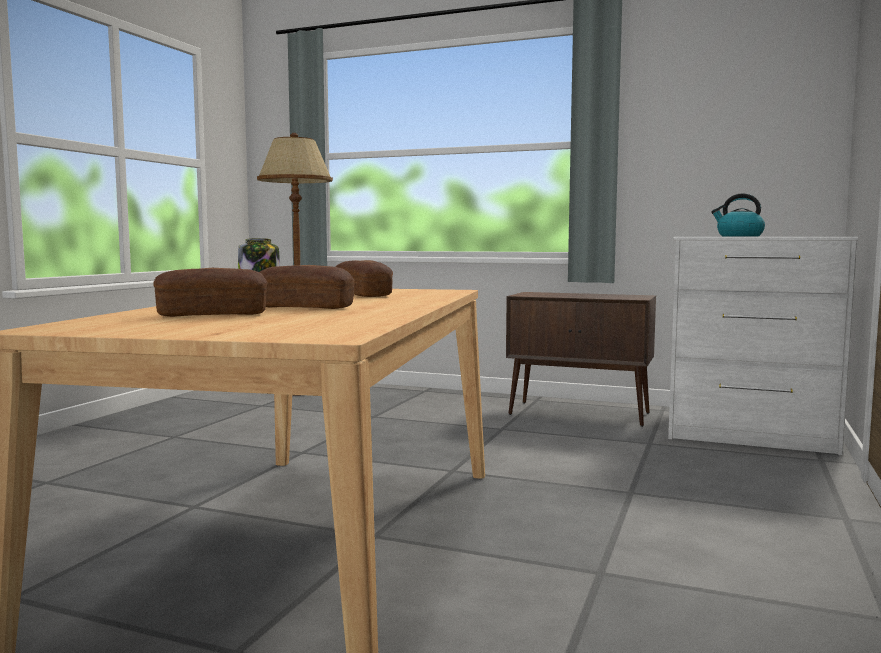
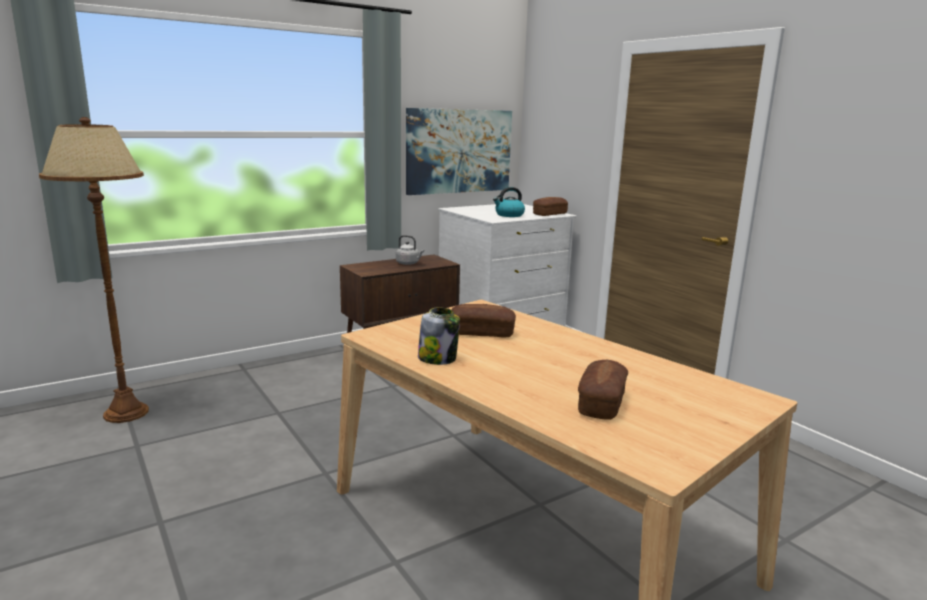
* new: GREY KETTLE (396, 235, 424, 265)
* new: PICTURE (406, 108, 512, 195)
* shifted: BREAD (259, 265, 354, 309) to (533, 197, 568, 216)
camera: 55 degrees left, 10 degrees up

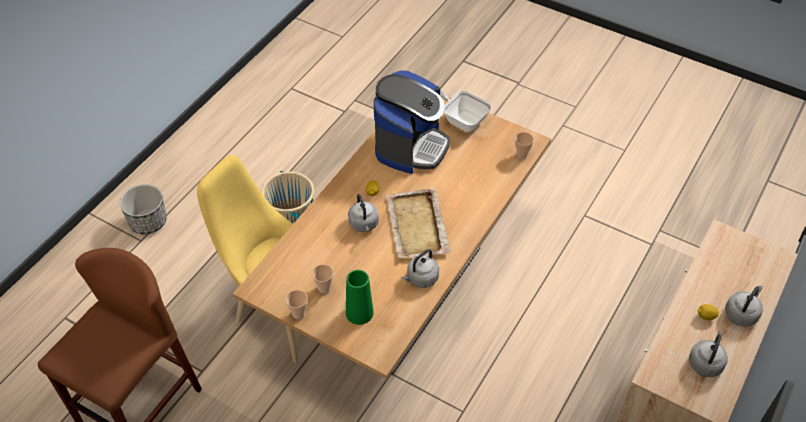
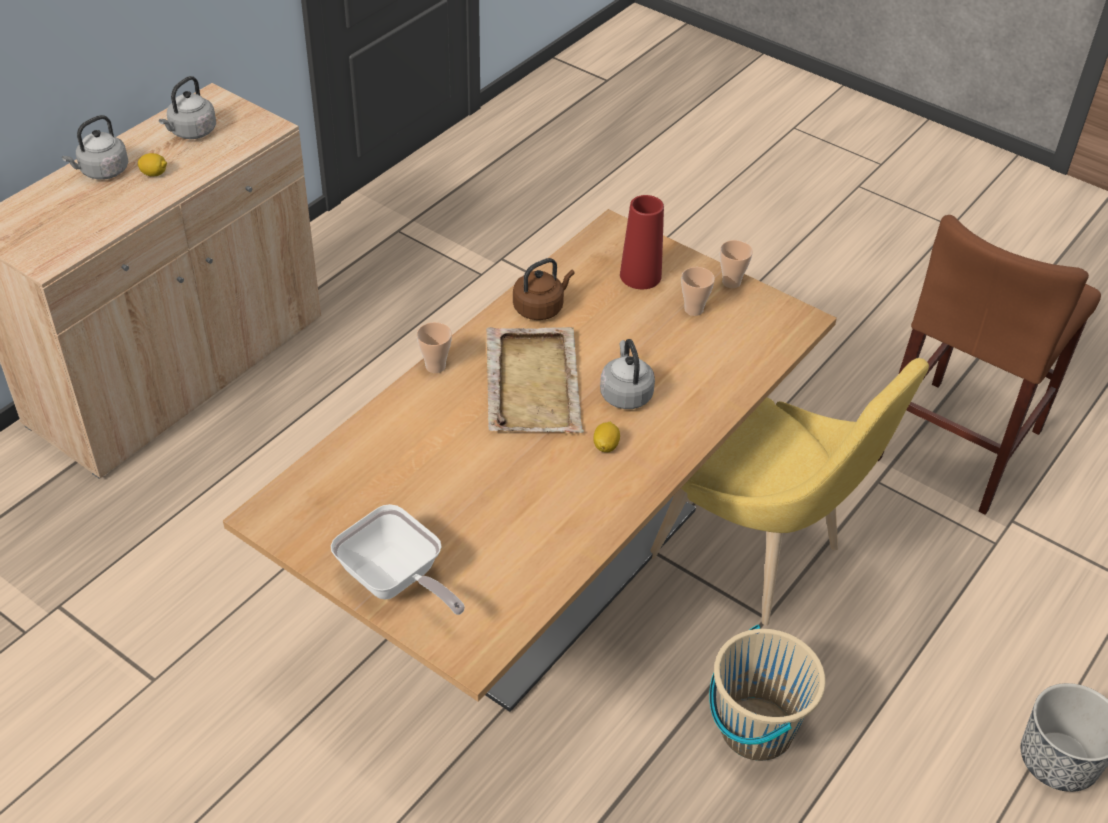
* shifted: CUP (515, 132, 534, 159) to (417, 322, 452, 373)
* repainted: GREY KETTLE (402, 249, 439, 288) to BROWN KETTLE (513, 258, 575, 320)
* repainted: GREEN VASE (346, 270, 374, 325) to RED VASE (620, 195, 664, 289)
* gone: COFFEE MACHINE (373, 70, 450, 174)
camera: 175 degrees left, 5 degrees down

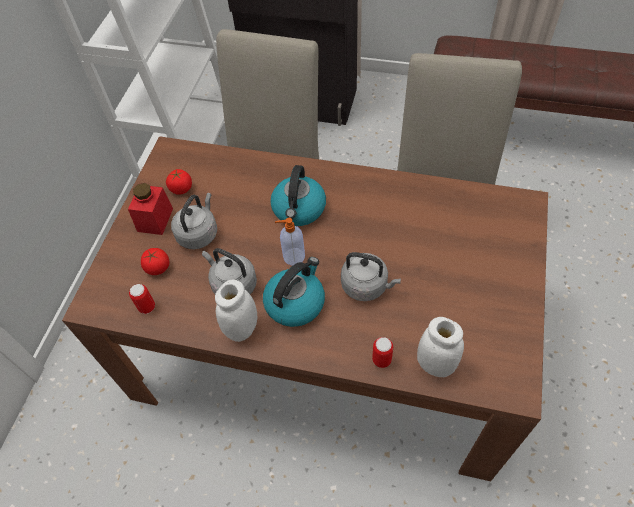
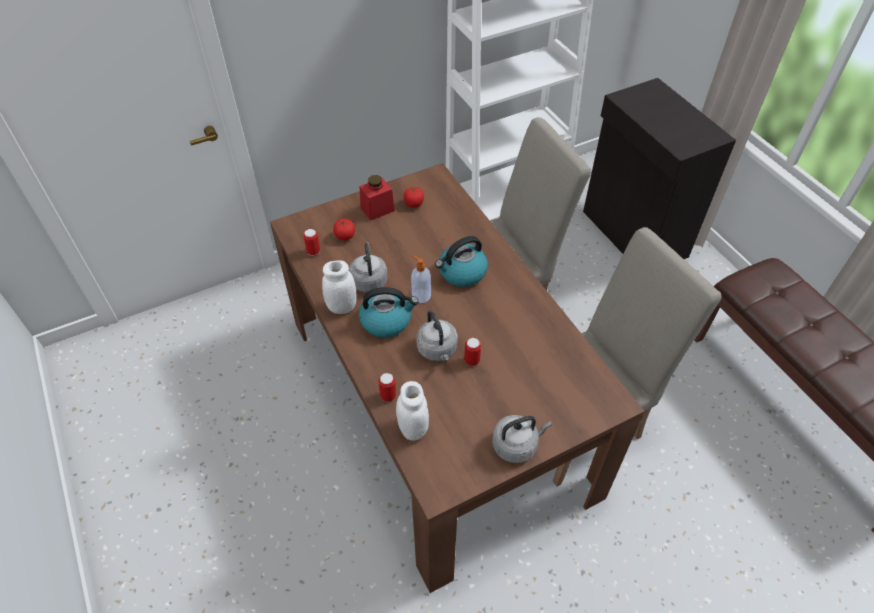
* new: CAN (464, 338, 481, 366)
* shifted: GREY KETTLE (171, 193, 217, 249) to (492, 415, 552, 463)
camera: 45 degrees right, 5 degrees down

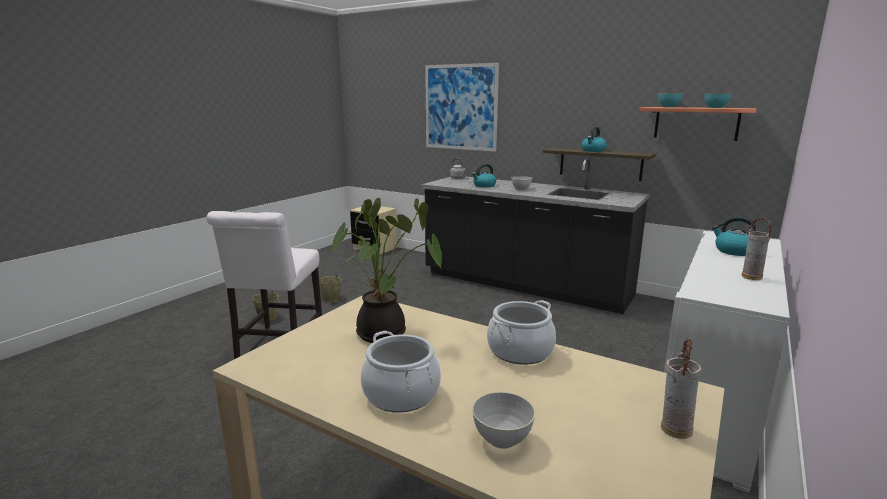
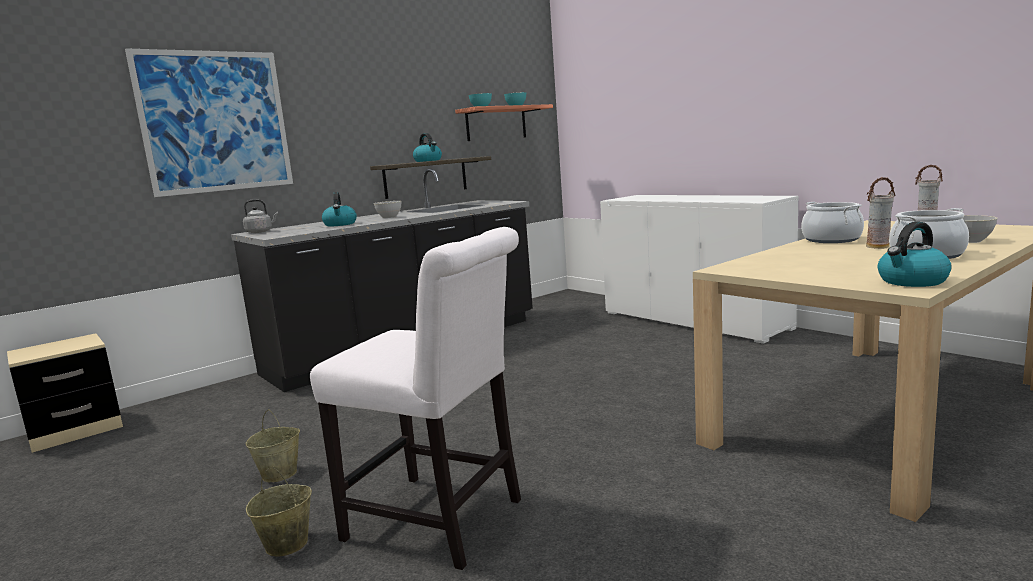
* shifted: VASE (741, 218, 772, 280) to (866, 177, 896, 249)
* shifted: KETTLE (712, 217, 757, 256) to (878, 222, 952, 287)
* gone: POTTED PLANT (331, 198, 442, 343)
camera: 70 degrees left, 5 degrees down

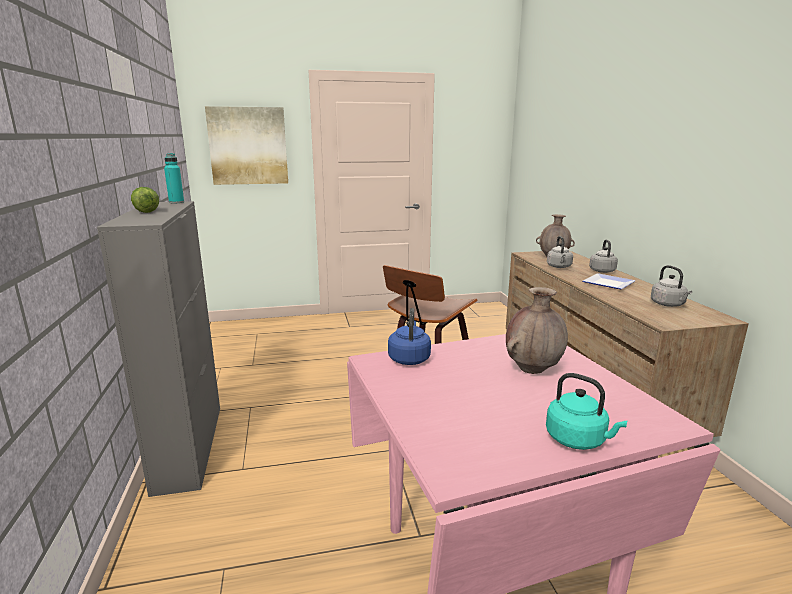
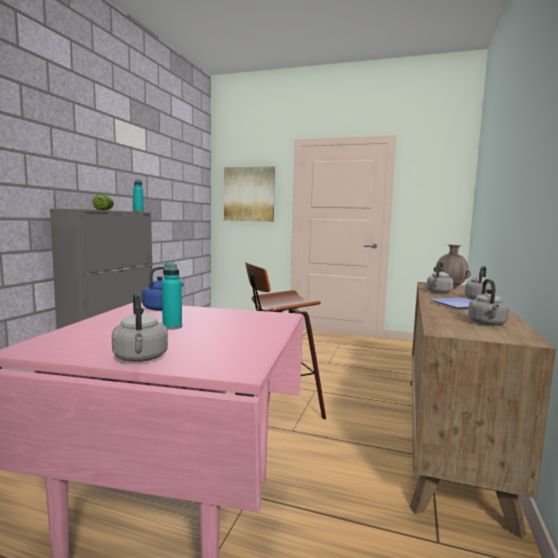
* repainted: TURQUOISE KETTLE (546, 373, 627, 450) to GREY KETTLE (112, 292, 168, 362)
* new: TURQUOISE BOTTLE (162, 263, 182, 330)
* gone: BROWN VASE (506, 287, 568, 374)
camera: 30 degrees right, 10 degrees down

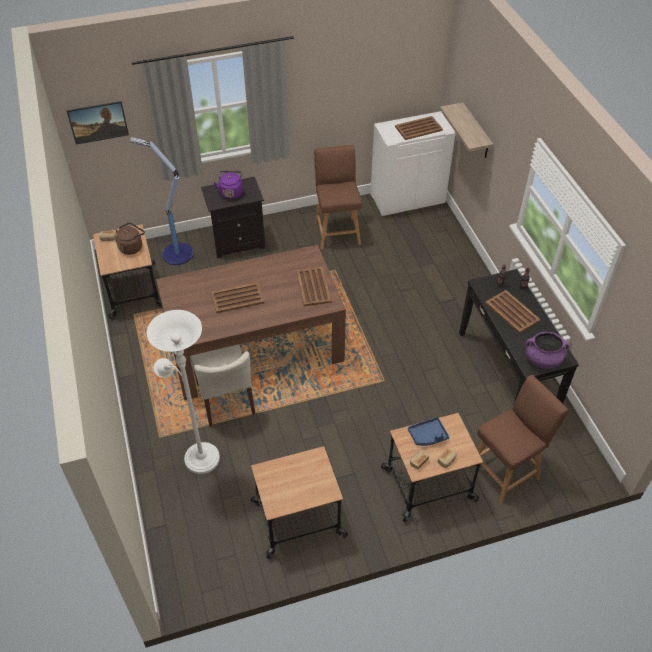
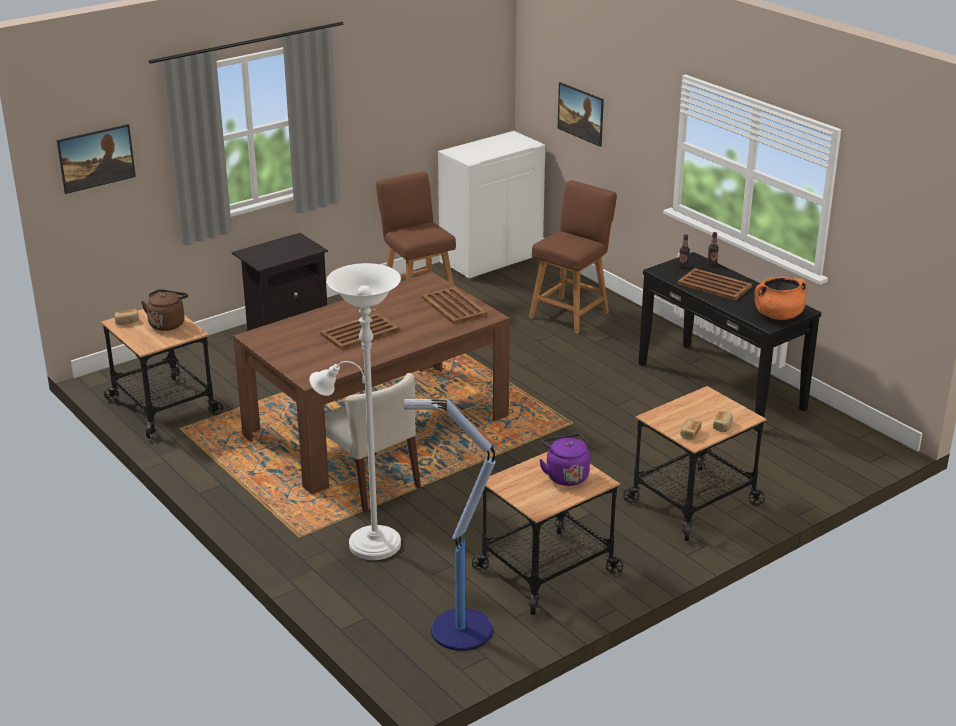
* shifted: FLOOR LAMP (130, 137, 194, 265) to (404, 398, 495, 651)
* shifted: BROWN STOOL (469, 375, 568, 504) to (529, 180, 617, 334)
* shifted: PURPLE KETTLE (213, 171, 243, 199) to (539, 434, 590, 486)
* swapped: SHELF (440, 102, 493, 158) to PICTURE (558, 82, 604, 147)
* repainted: PURPLE COOKING POT (525, 332, 569, 369) to ORANGE COOKING POT (755, 277, 807, 320)
* gone: BROWN TRAY (395, 116, 443, 140)
* gone: BLUE TRAY (408, 417, 449, 446)
camera: 20 degrees left, 20 degrees down

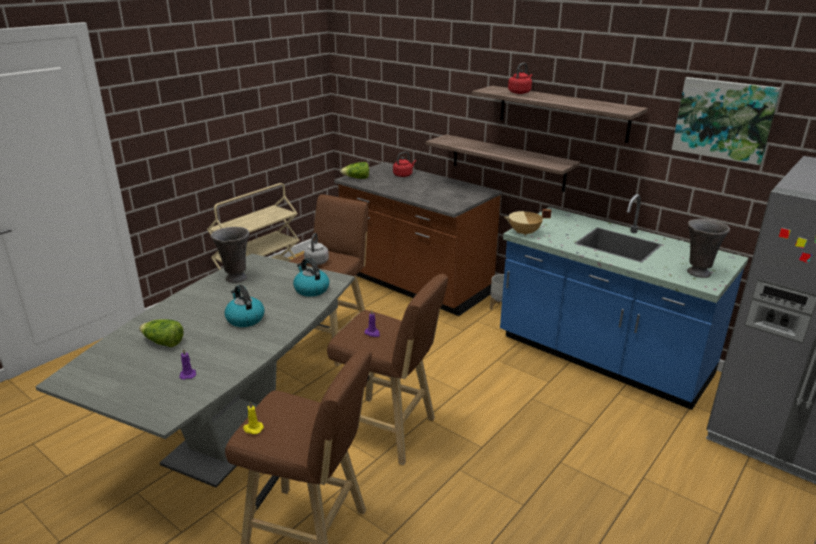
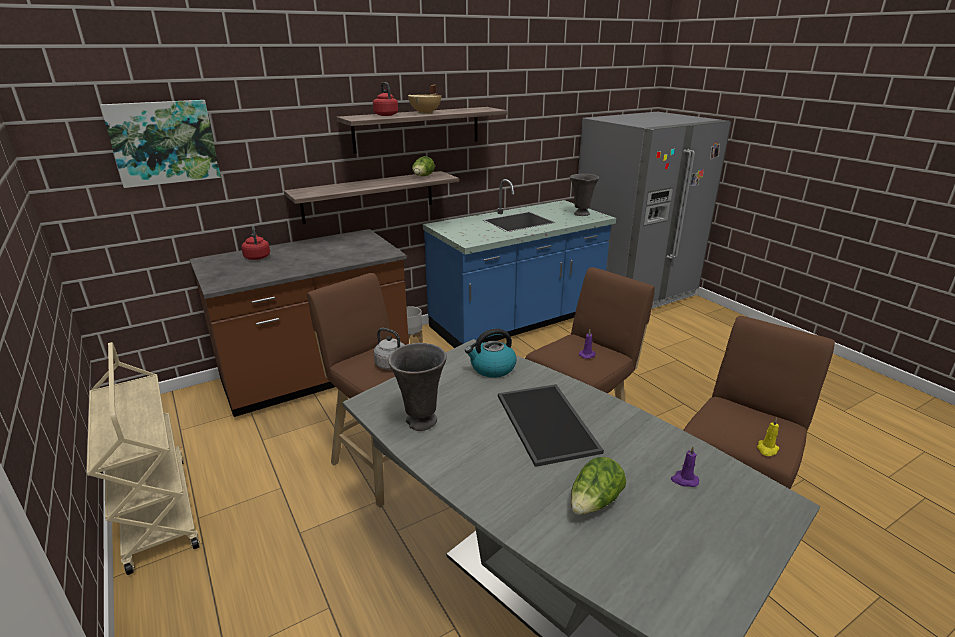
* shifted: PICTURE (672, 77, 781, 165) to (100, 100, 221, 188)
* shifted: BEIGE COOKING POT (505, 209, 551, 236) to (408, 85, 441, 114)
* shifted: LETTUCE (340, 162, 369, 179) to (412, 156, 435, 176)
* swapped: KETTLE (224, 285, 264, 327) to TRAY (498, 384, 604, 467)
camera: 70 degrees left, 0 degrees up

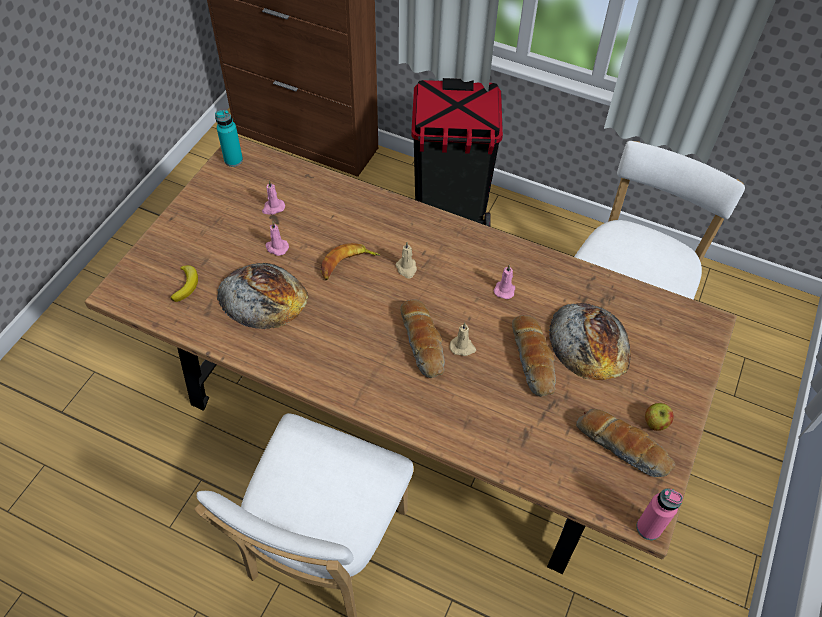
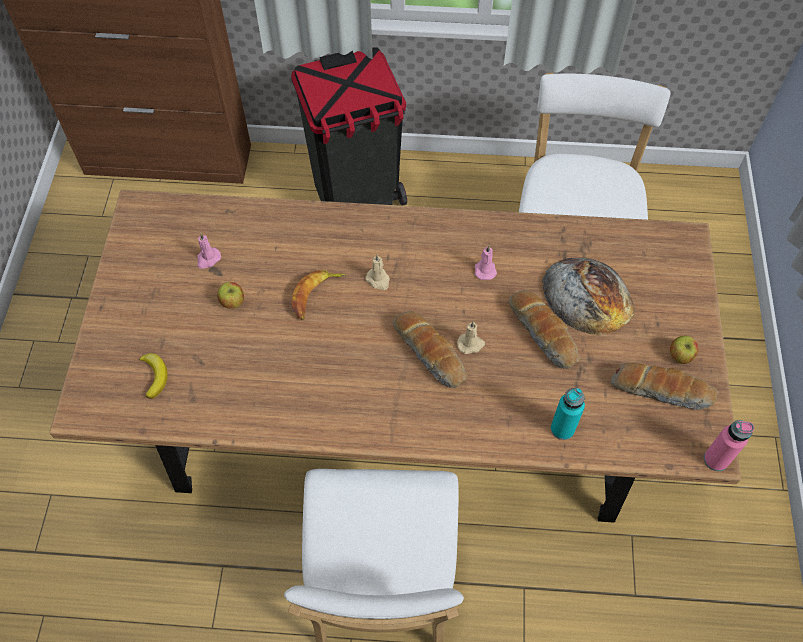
* swapped: PINK CANDLE (265, 222, 289, 256) to APPLE (217, 282, 244, 309)
* shifted: TURQUOISE BOTTLE (215, 110, 243, 167) to (551, 388, 585, 440)
* gone: BREAD (217, 263, 309, 329)
camera: 20 degrees left, 5 degrees up

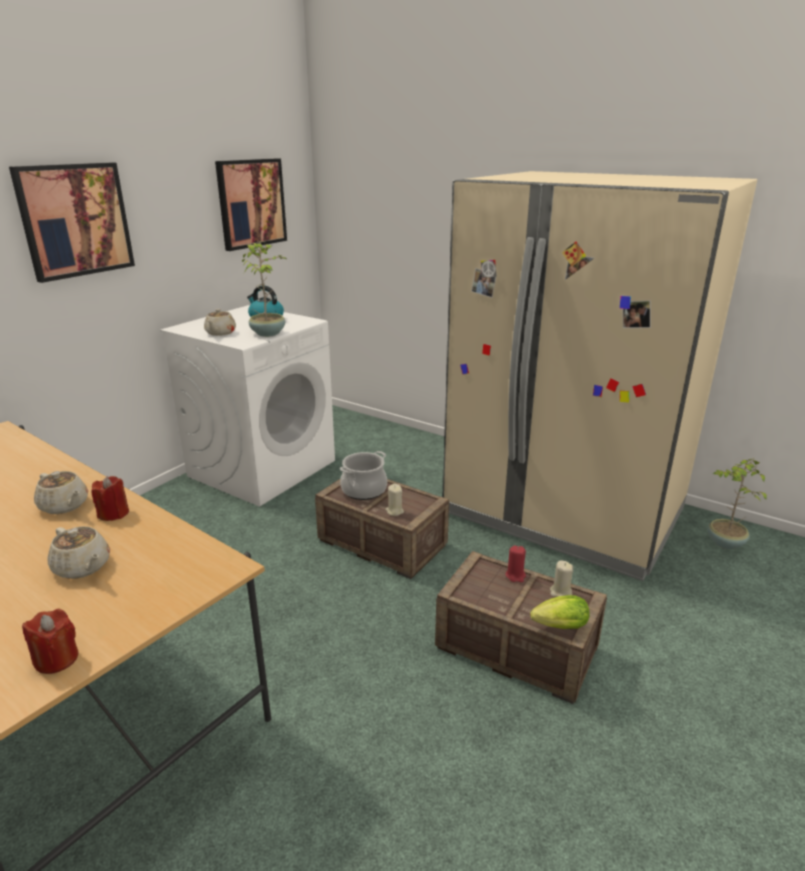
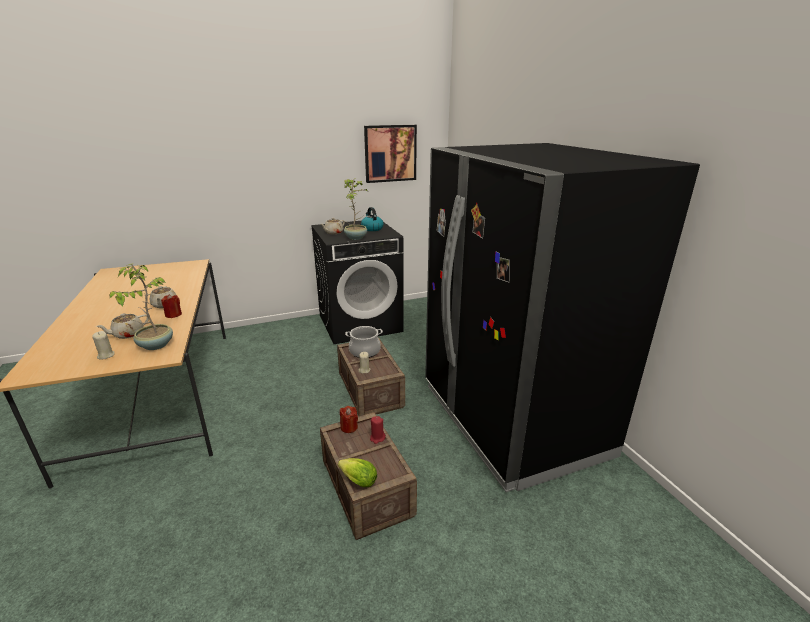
* shifted: BEIGE CANDLE (550, 560, 573, 597) to (92, 331, 115, 360)
* rotated: BEIGE TEAPOT (47, 526, 110, 579) = (96, 313, 149, 339) 60 degrees clockwise
* shifted: POTTED PLANT (707, 458, 767, 549) to (109, 263, 173, 350)
* repainted: WHITE WASHING MACHINE (160, 305, 335, 506) to BLACK WASHING MACHINE (311, 221, 404, 344)
* shifted: RED CANDLE (22, 609, 79, 674) to (340, 406, 358, 433)
* repainted: BEIGE FRIDGE (443, 171, 757, 581) to BLACK FRIDGE (425, 143, 700, 492)
* gone: PICTURE (9, 163, 135, 283)
camera: 35 degrees right, 0 degrees up

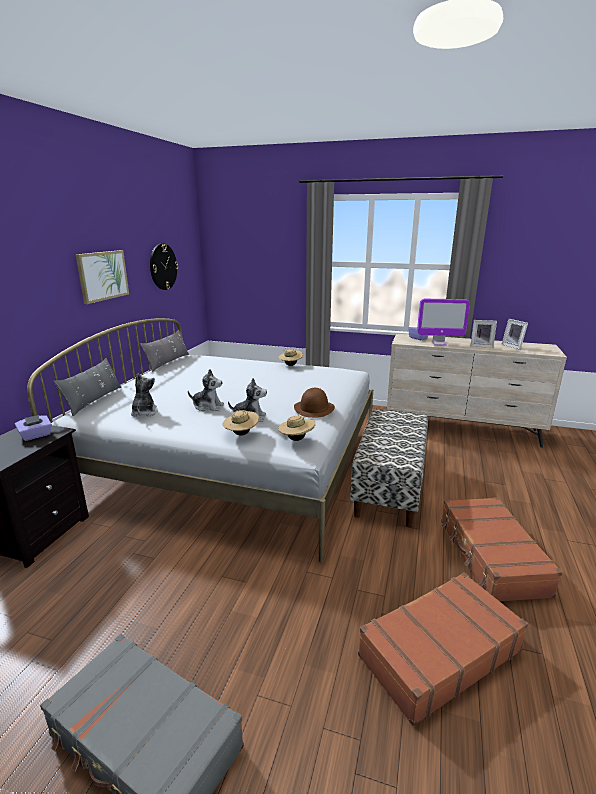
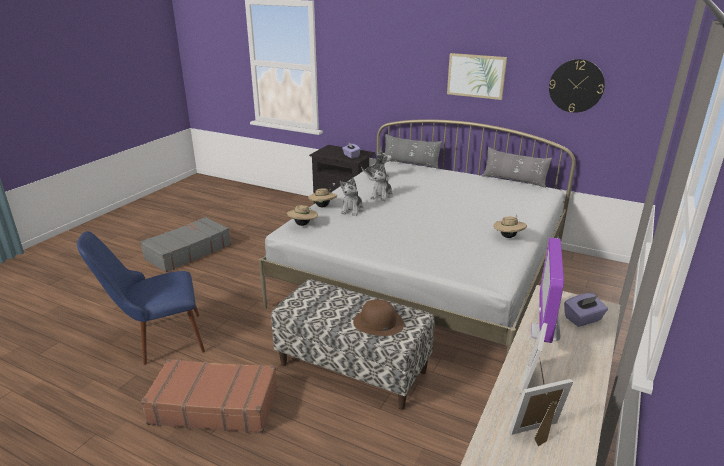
* swapped: BROWN SUITCASE (358, 572, 528, 726) to BLUE CHAIR (77, 231, 205, 365)
* shifted: BROWN HAT (294, 388, 335, 418) to (353, 299, 404, 336)
camera: 100 degrees right, 5 degrees up

